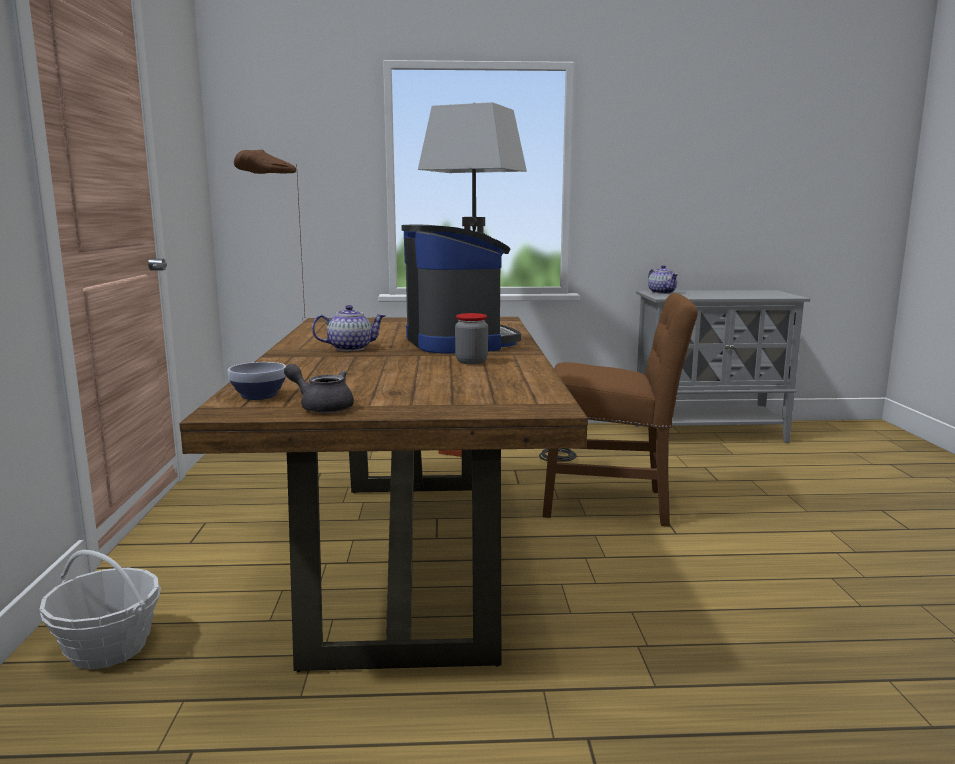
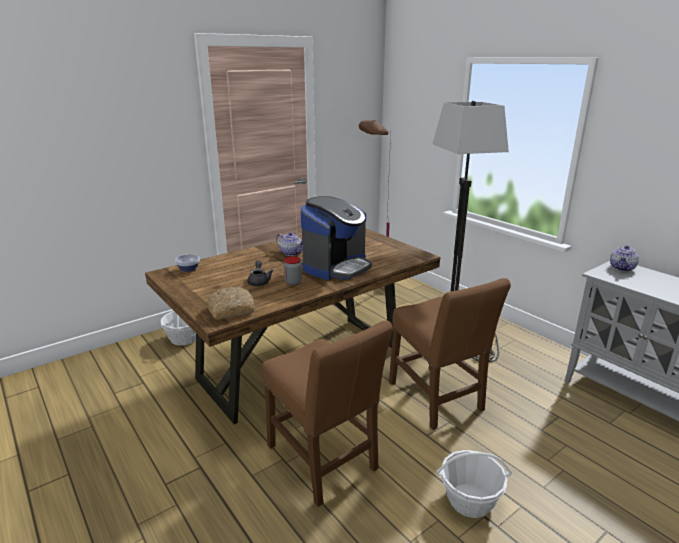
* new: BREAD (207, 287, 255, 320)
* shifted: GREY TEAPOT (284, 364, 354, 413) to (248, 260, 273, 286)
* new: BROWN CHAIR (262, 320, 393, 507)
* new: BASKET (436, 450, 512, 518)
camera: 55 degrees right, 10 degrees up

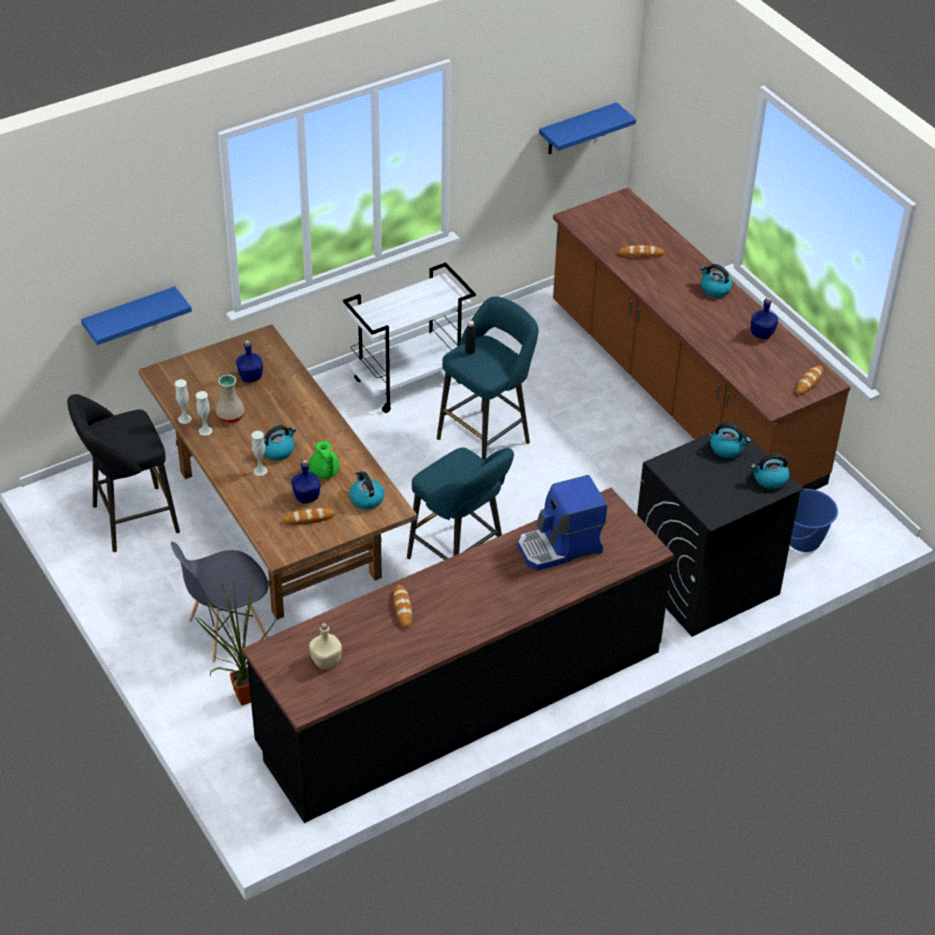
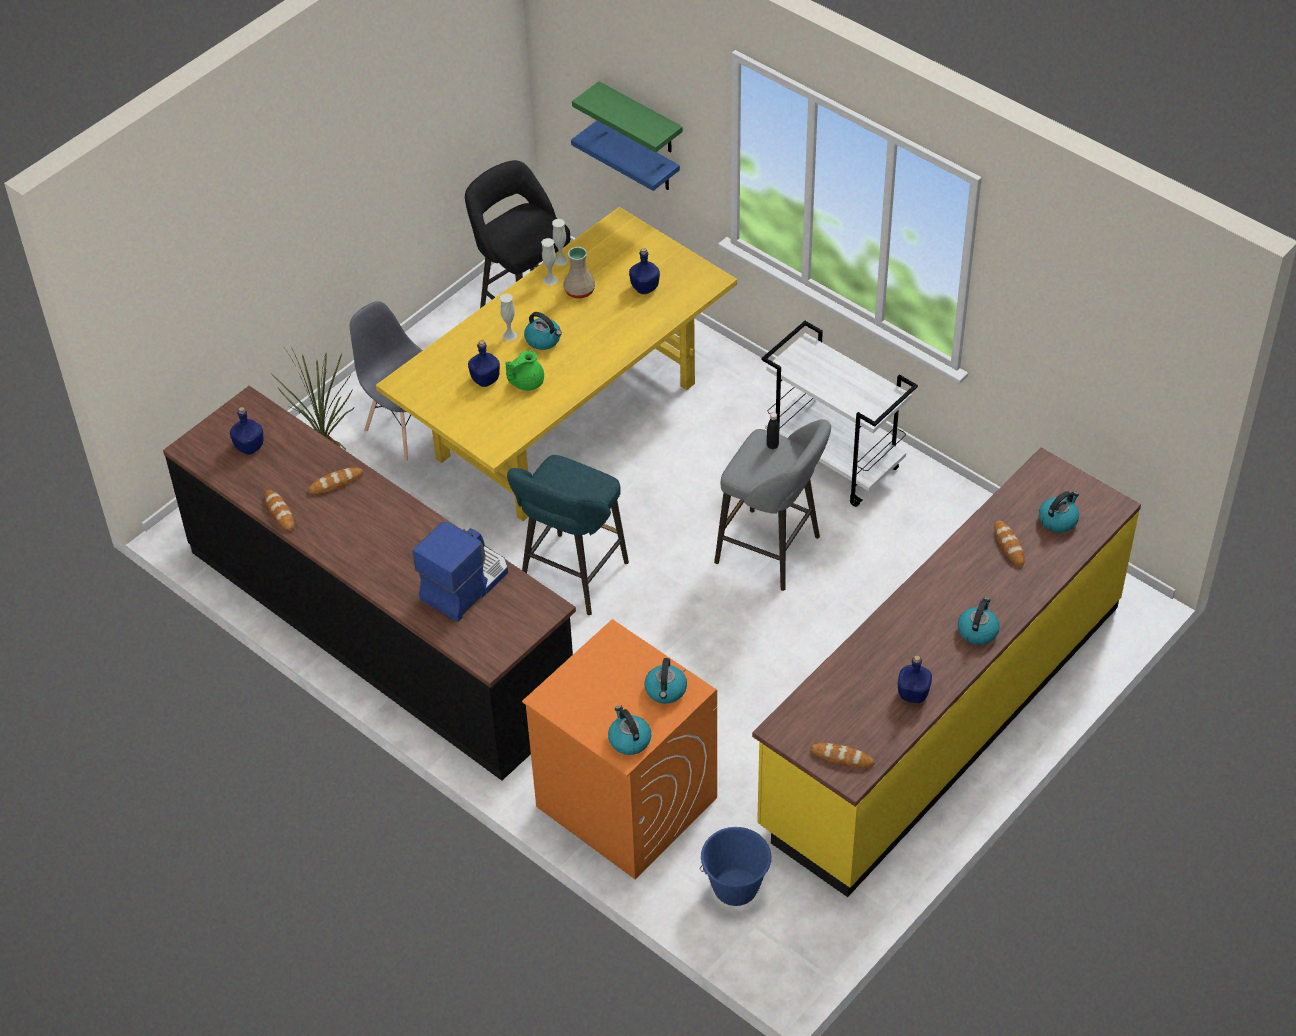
* repainted: BEIGE BOTTLE (309, 623, 342, 669) to BLUE BOTTLE (230, 407, 264, 455)
* shifted: BREAD (282, 508, 336, 525) to (265, 490, 295, 531)
* repainted: BROWN DINING TABLE (138, 324, 417, 620) to YELLOW DINING TABLE (376, 207, 737, 521)
* rotated: COFFEE MACHINE (518, 475, 607, 571) = (413, 522, 508, 622) 75 degrees clockwise
* repainted: BLACK WASHING MACHINE (637, 423, 804, 637) to ORANGE WASHING MACHINE (522, 619, 717, 879)
* new: GREEN SHELF (572, 81, 683, 153)
* repainted: TURQUOISE STOOL (437, 296, 538, 460) to GREY STOOL (714, 419, 831, 591)
* repainted: BROWN COUNTER (553, 188, 851, 490) to YELLOW COUNTER (752, 448, 1141, 897)
* shifted: KETTLE (349, 471, 384, 509) to (1039, 491, 1079, 533)
* gone: BLUE SHELF (539, 102, 636, 154)
camera: 75 degrees right, 5 degrees up

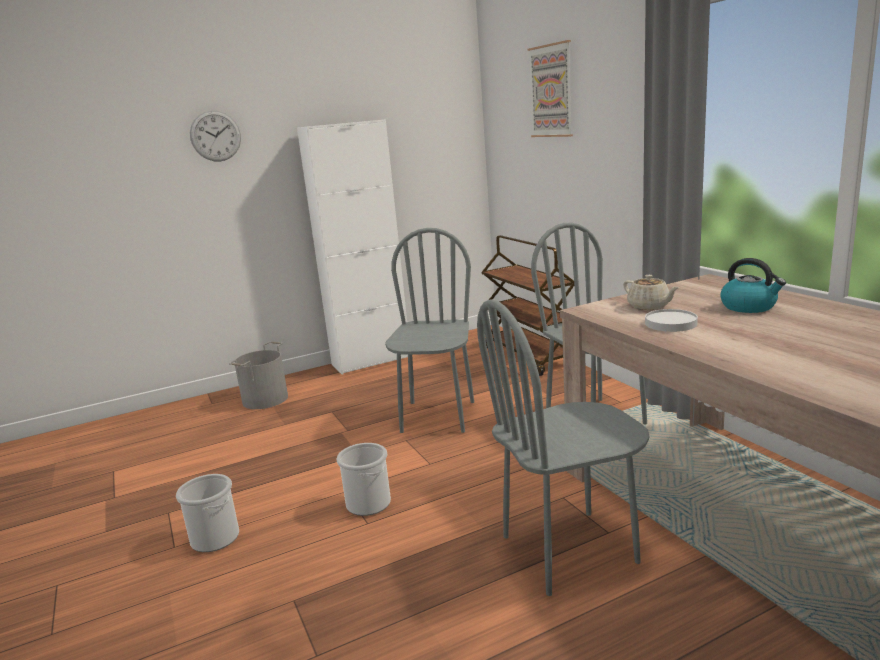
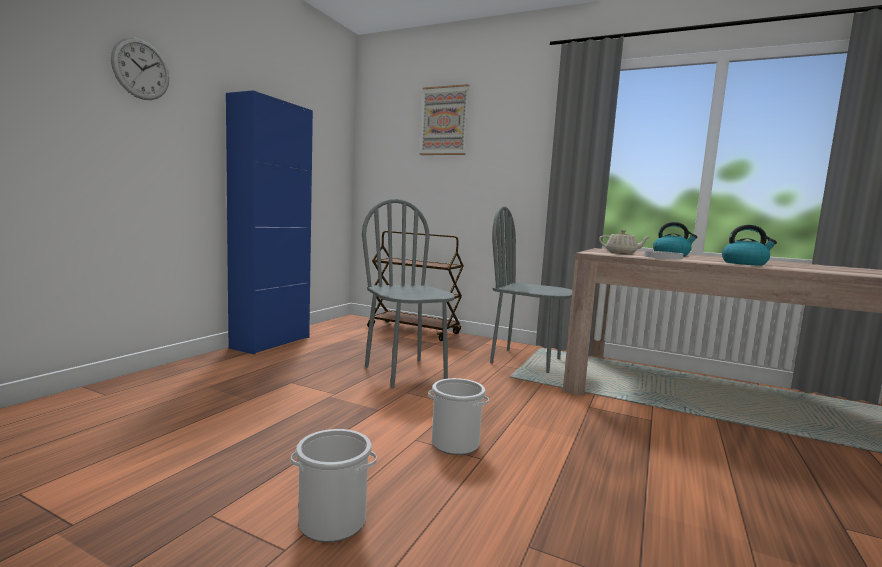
* repainted: WHITE CABINET (297, 119, 408, 374) to BLUE CABINET (226, 90, 313, 354)
* new: KETTLE (722, 225, 777, 266)
* gone: GREY BUCKET (229, 342, 288, 409)
* gone: GREY CHAIR (477, 299, 650, 596)
camera: 40 degrees left, 10 degrees down

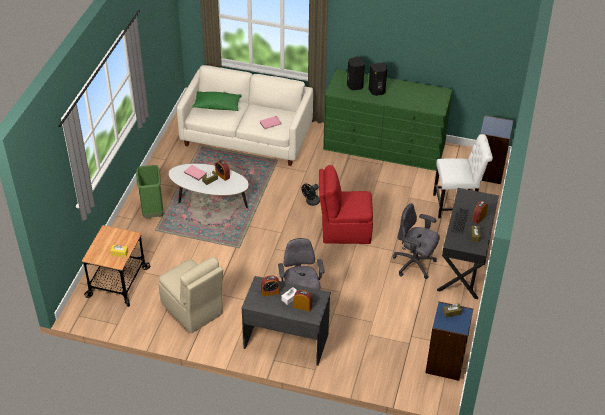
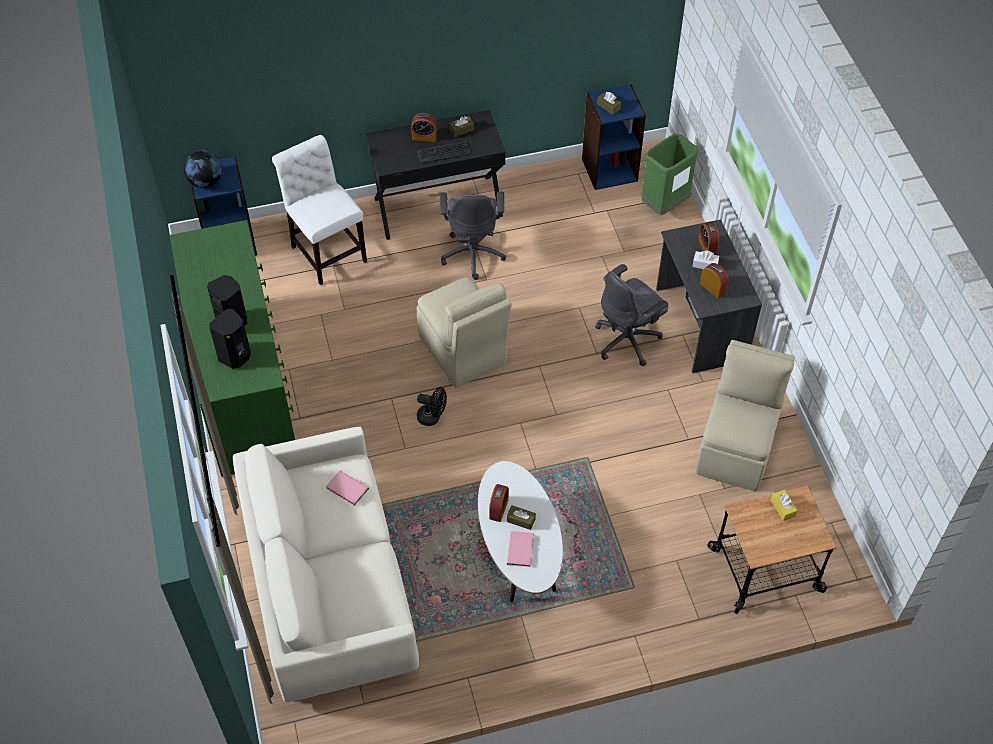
* new: GLOBE (183, 150, 222, 188)
* repainted: RED CHAIR (319, 165, 373, 244) to BEIGE CHAIR (417, 277, 512, 388)
* shifted: GREEN TRASH CAN (136, 165, 163, 218) to (641, 133, 699, 215)
* gone: GREEN PILLOW (192, 91, 242, 111)
camera: 120 degrees left, 10 degrees up

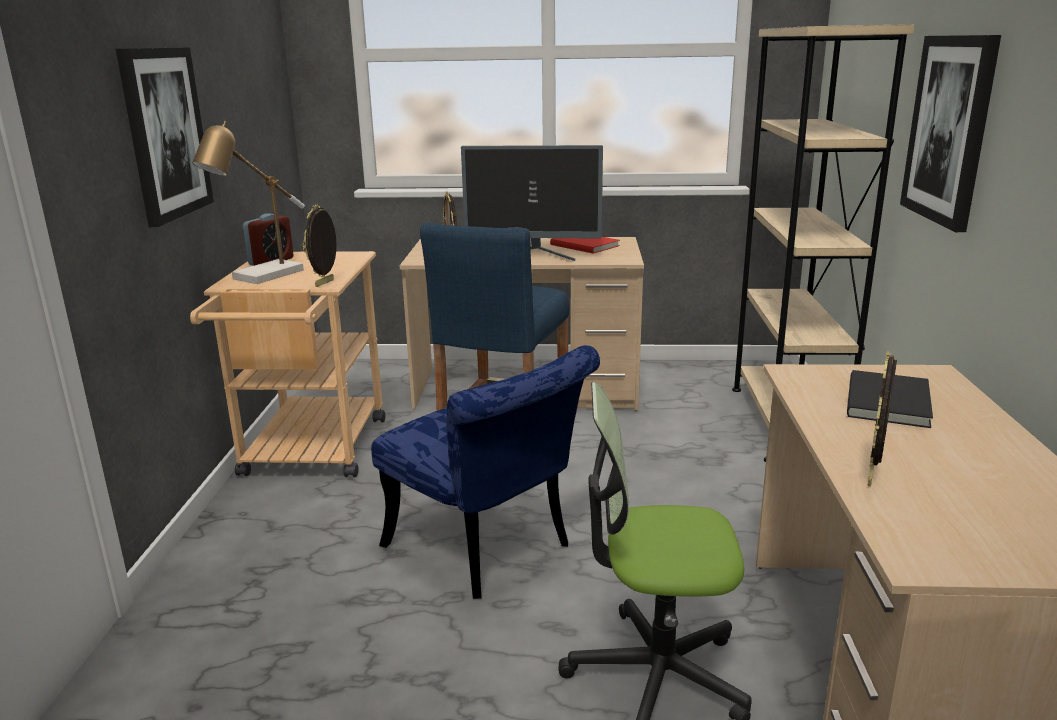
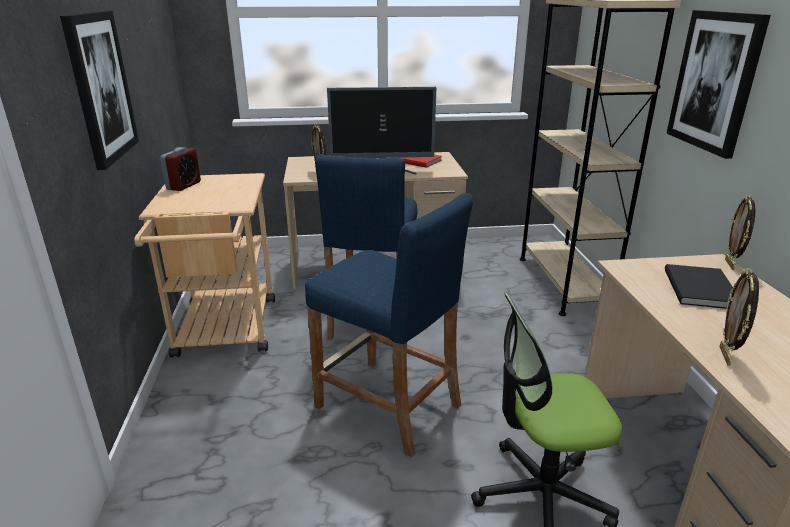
* swapped: BLUE CHAIR (371, 345, 600, 599) to BLUE STOOL (305, 193, 473, 458)
* shifted: PICTURE FRAME (303, 205, 337, 287) to (725, 194, 756, 270)
* gone: TABLE LAMP (193, 121, 305, 284)
camera: 10 degrees left, 5 degrees up

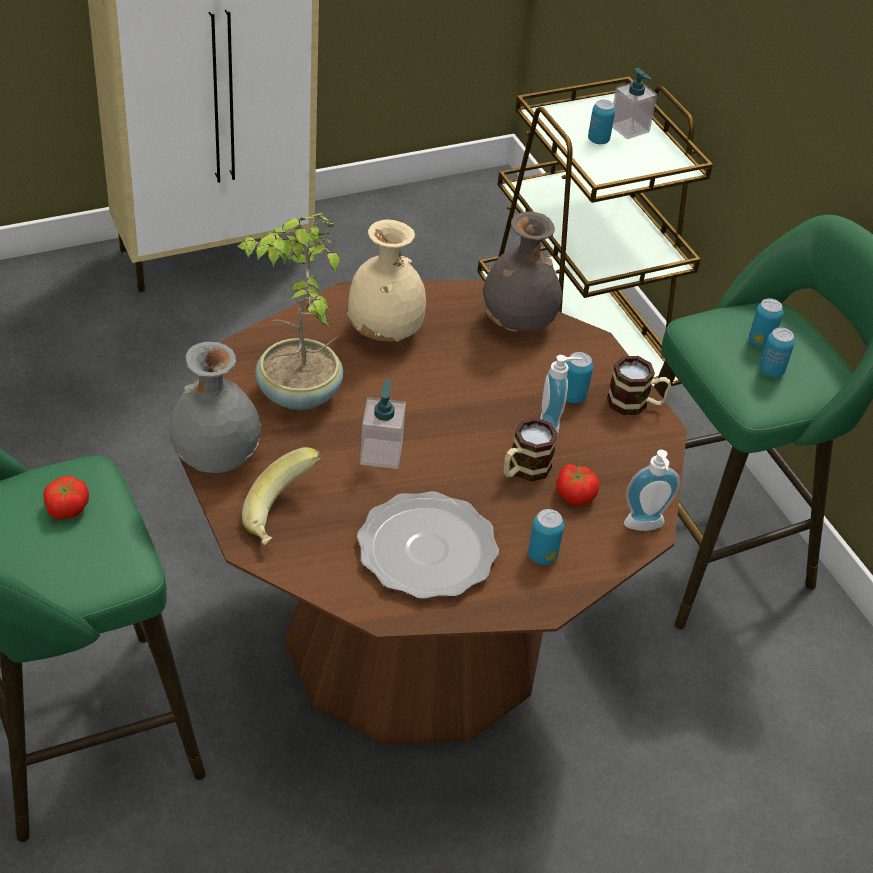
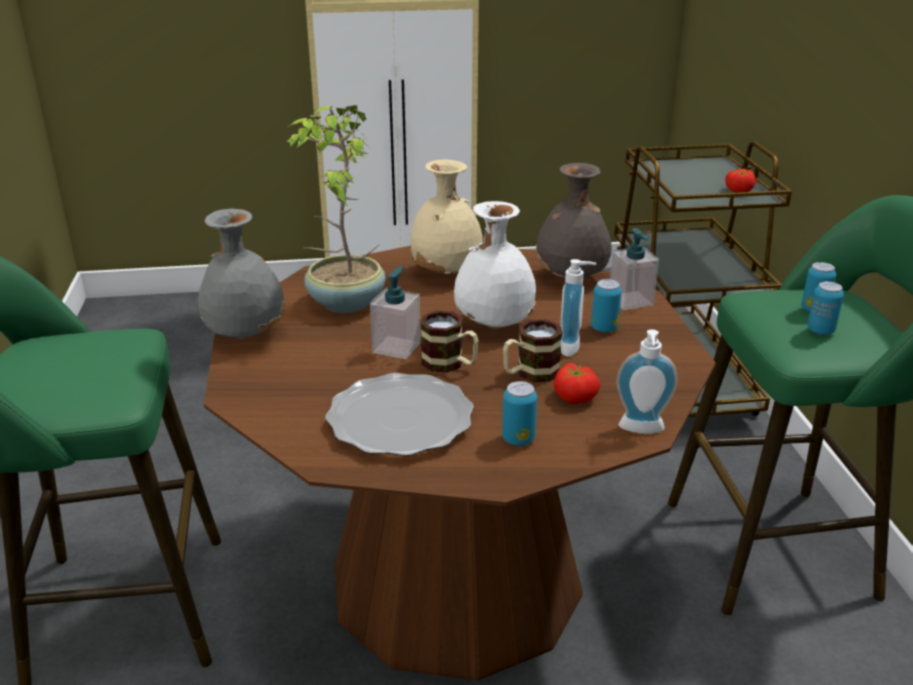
* shifted: MUG (607, 356, 671, 415) to (420, 310, 478, 373)
* new: WHITE VASE (454, 201, 536, 329)
* shifted: SOAP DISPENSER (612, 68, 657, 139) to (610, 228, 659, 310)
* shifted: TOMATO (43, 476, 89, 520) to (725, 169, 756, 193)
* gone: BANANA (242, 447, 321, 545)
* gone: CAN (588, 100, 615, 144)
camera: 20 degrees right, 15 degrees down

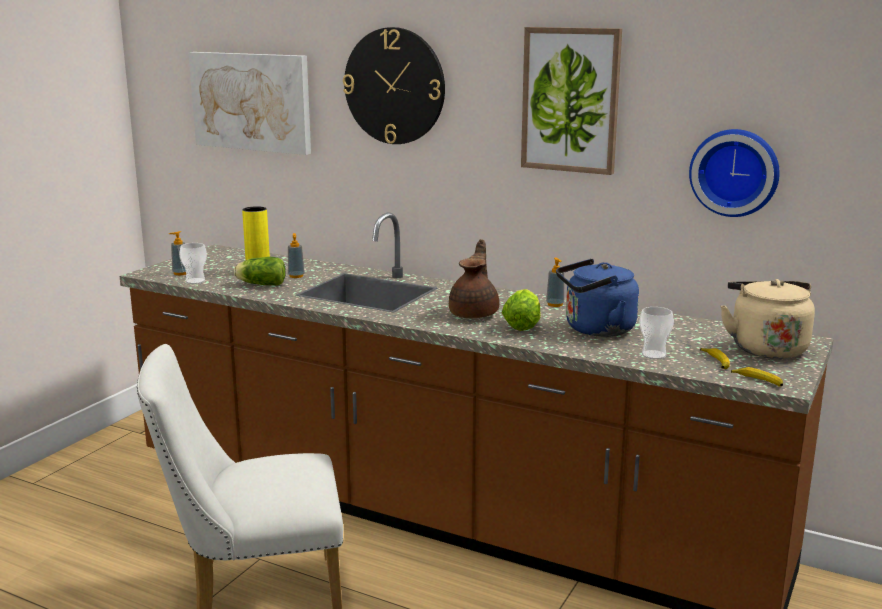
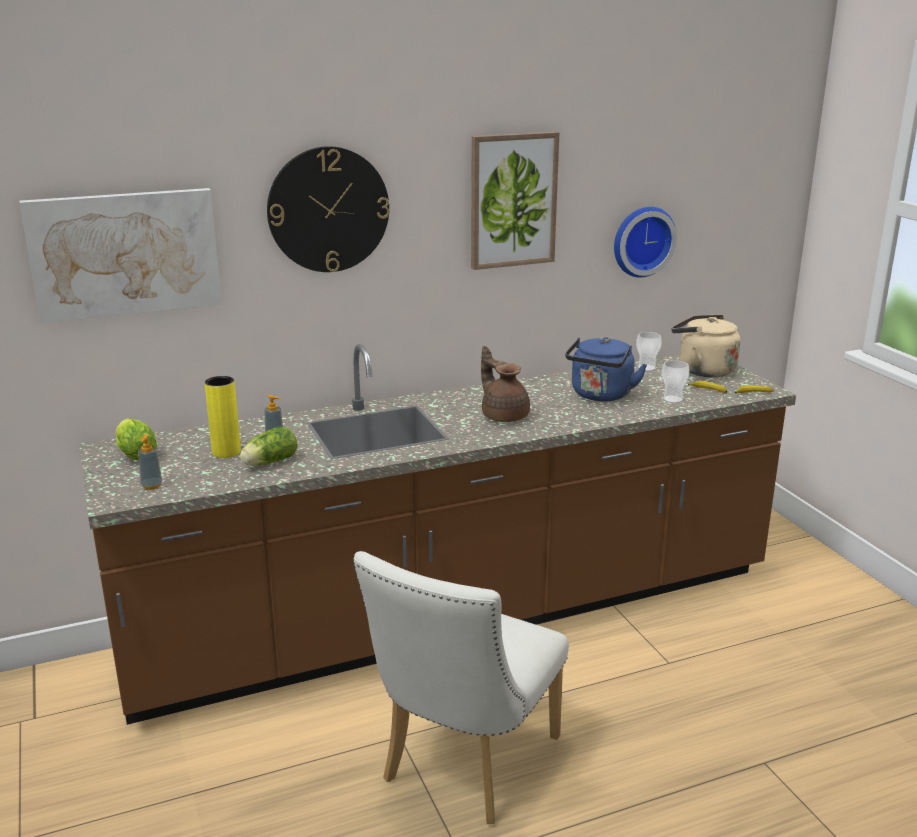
* shifted: LETTUCE (502, 289, 541, 331) to (115, 419, 157, 460)
* shifted: CUP (179, 243, 207, 284) to (636, 332, 662, 371)
* gone: SOAP DISPENSER (546, 258, 565, 307)
camera: 50 degrees left, 5 degrees up

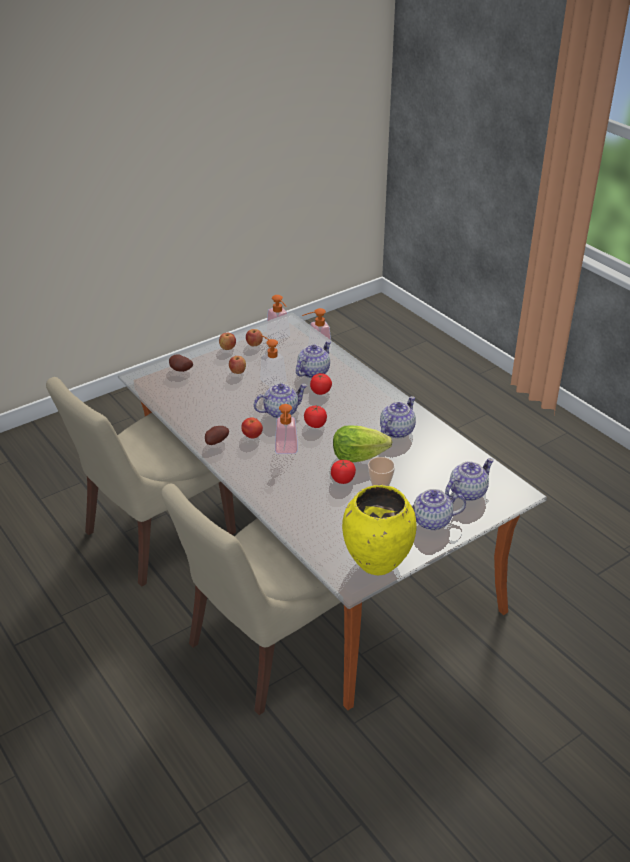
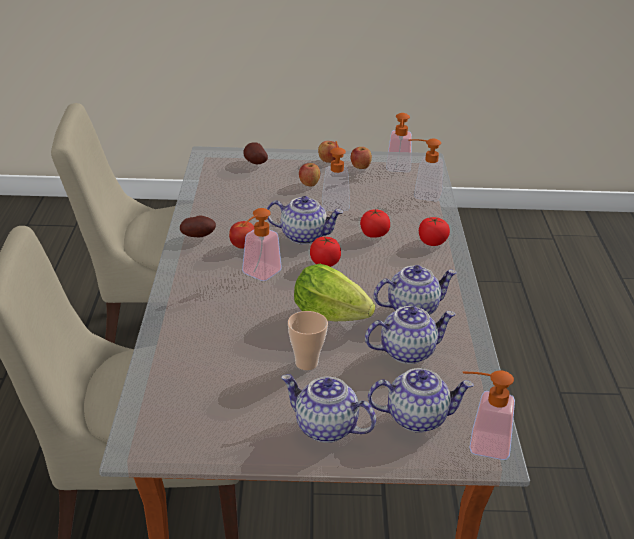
* shifted: TEAPOT (296, 341, 331, 378) to (365, 306, 456, 364)
* shifted: TOMATO (331, 460, 356, 484) to (419, 217, 450, 246)
* new: SOAP DISPENSER (463, 370, 515, 460)
* gone: YELLOW VASE (342, 485, 417, 575)
camera: 35 degrees right, 5 degrees down

